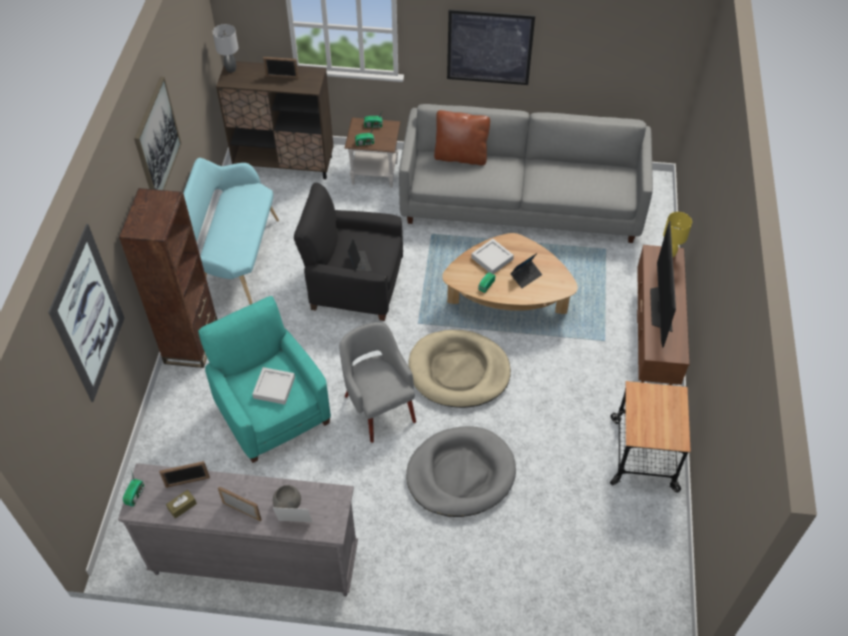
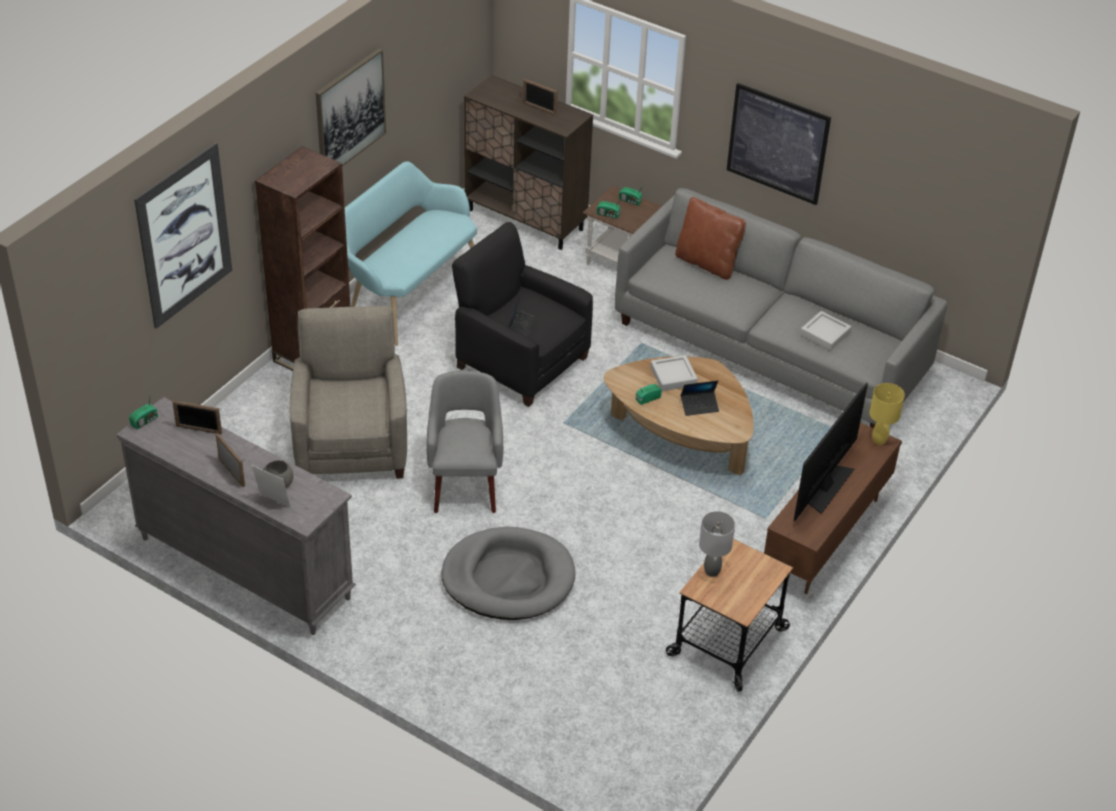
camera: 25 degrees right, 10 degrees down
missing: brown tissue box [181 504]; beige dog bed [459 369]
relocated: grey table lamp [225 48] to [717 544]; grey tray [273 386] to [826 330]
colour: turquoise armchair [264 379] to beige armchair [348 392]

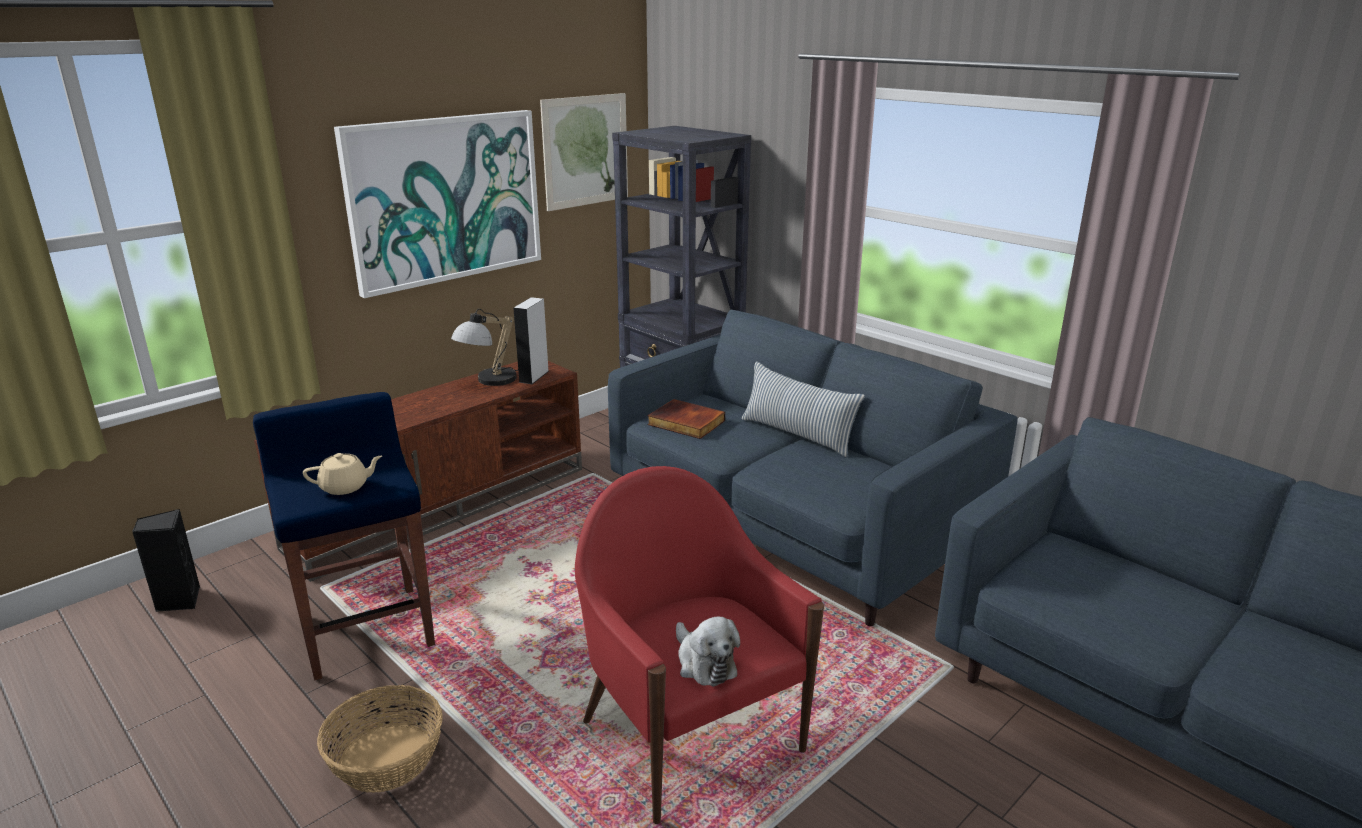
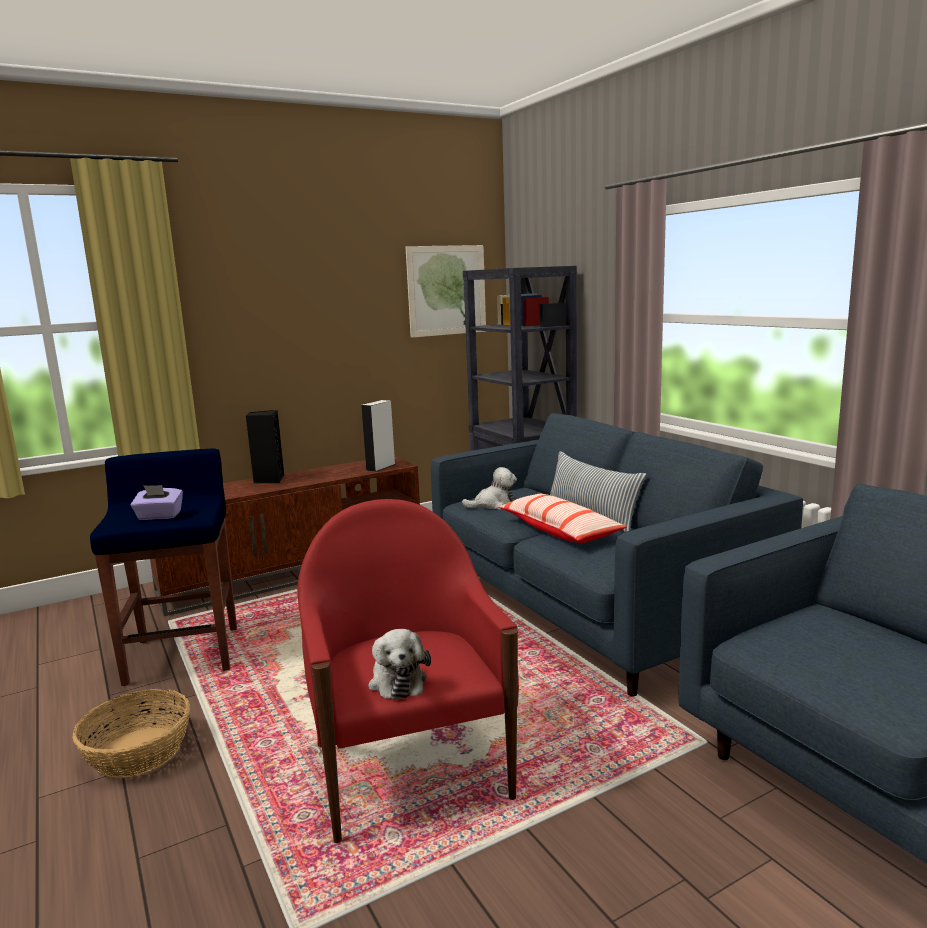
camera: 15 degrees right, 10 degrees down
missing: picture [437 204]; table lamp [484 347]
appeared: pillow [562 518]
relocated: black speaker [166 560] to [265 446]
exchanged: beige teapot [342 474] to purple tissue box [157 502]; book [686 419] to plush toy [489 488]

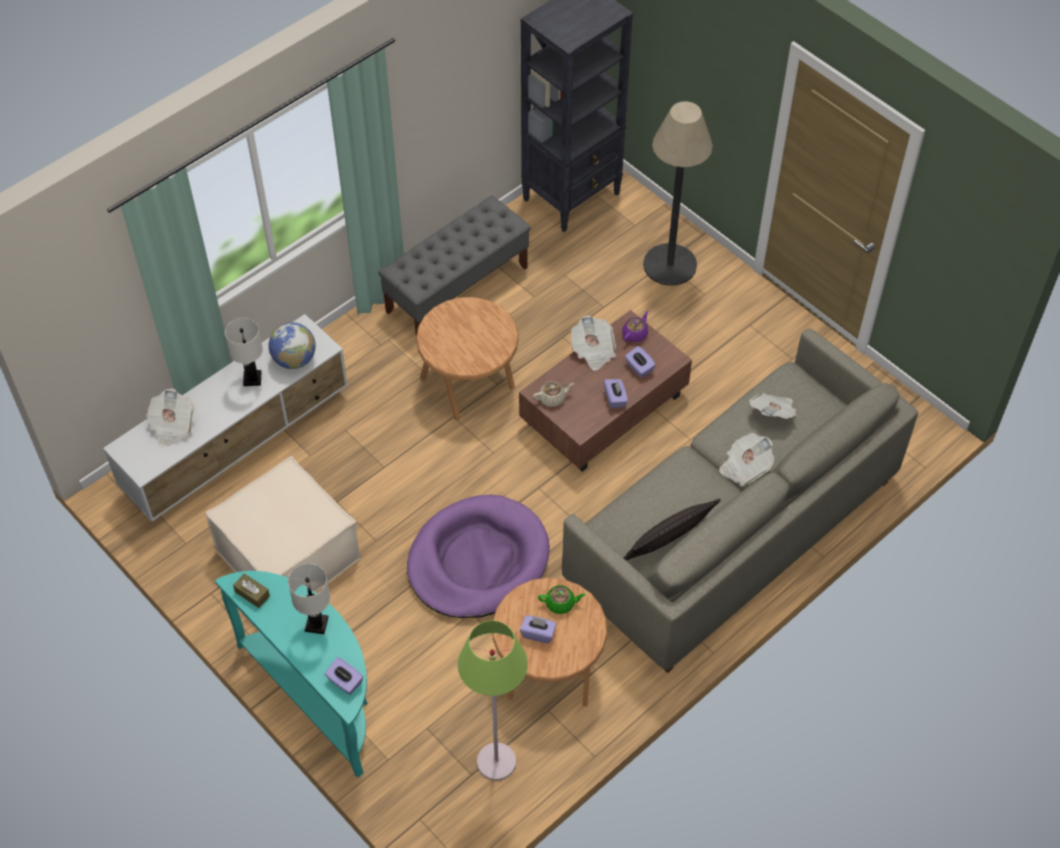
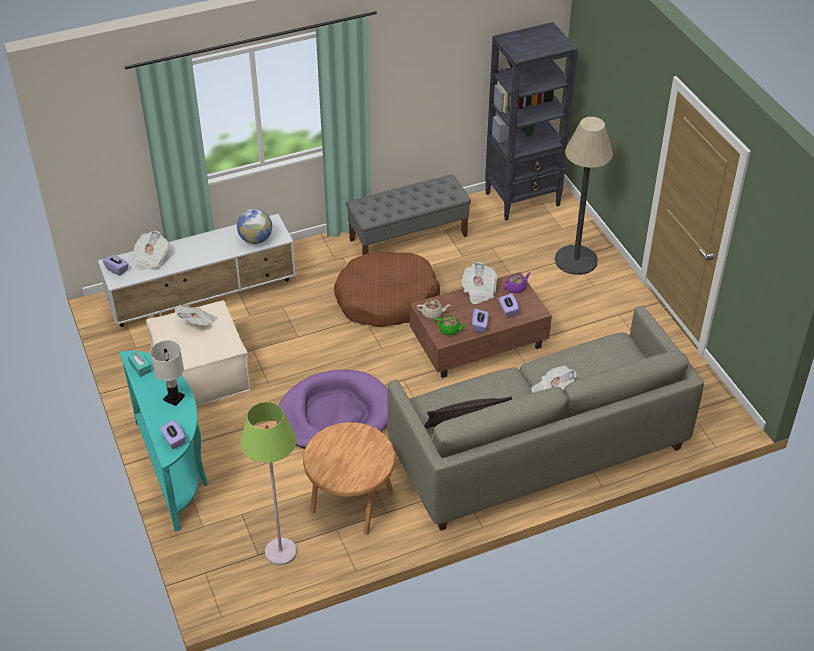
camera: 20 degrees right, 10 degrees down
missing: white table lamp [244 352]
relocated: purple tissue box [538 629] to [116 264]; newspaper [773 406] to [196 316]; green teapot [562 599] to [450 325]
exchanged: brown side table [467 359] to brown dog bed [387 289]
colour: brown tissue box [251 590] to turquoise tissue box [140 363]

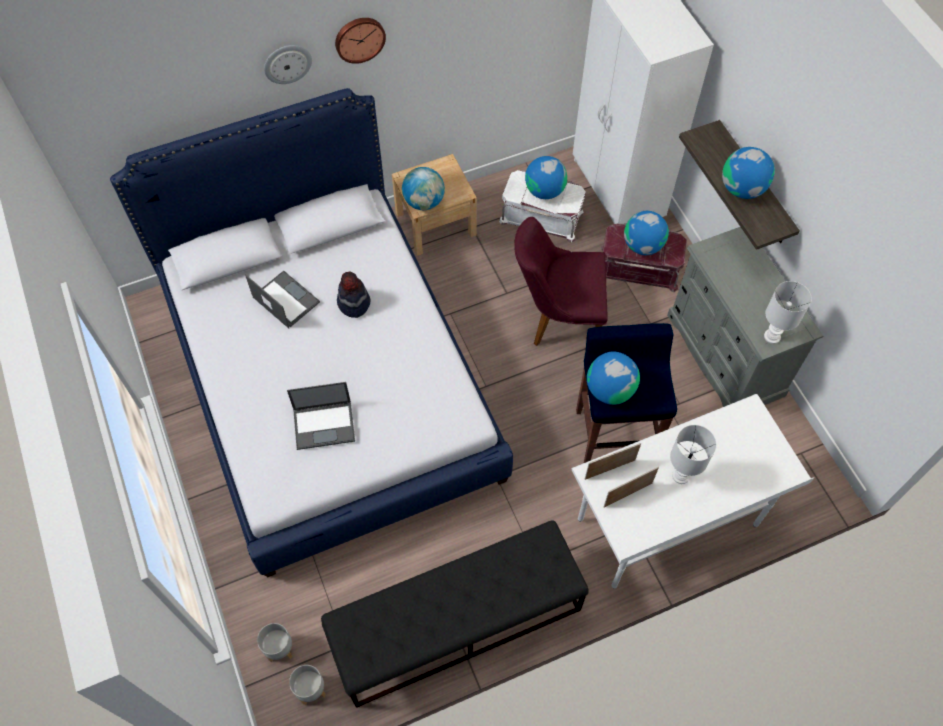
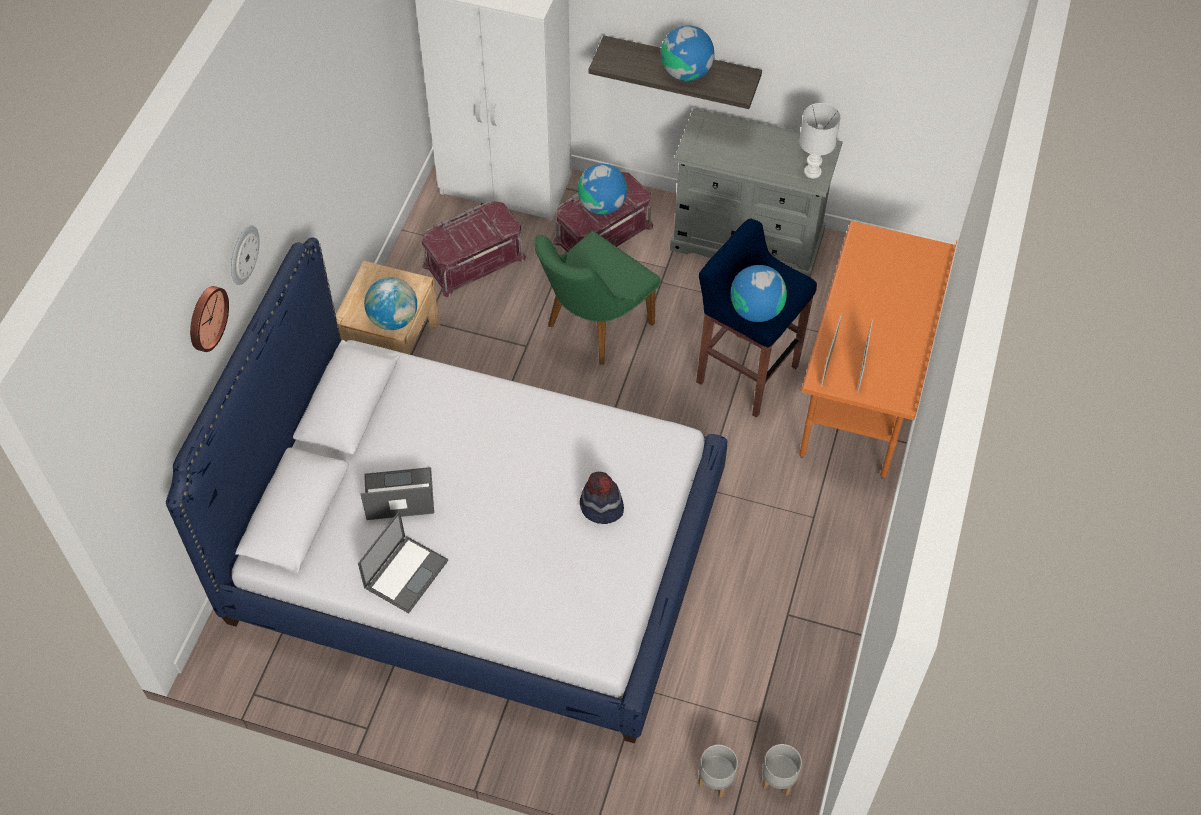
camera: 50 degrees left, 5 degrees down
missing: black bench [455 614]; globe [546 177]; white table lamp [693 454]
relocated: wall clock [360 41] to [209 319]; laptop [321 416] to [403 562]; hat [354 295] to [602 498]
colour: white storage box [542 206] to red storage box [474 249]; purple chair [561 281] to green chair [597 298]; white desk [693 491] to orange desk [878 350]

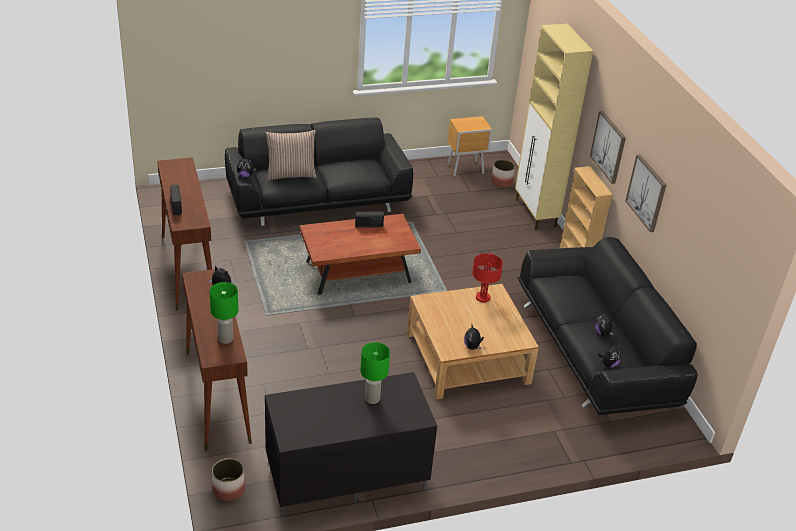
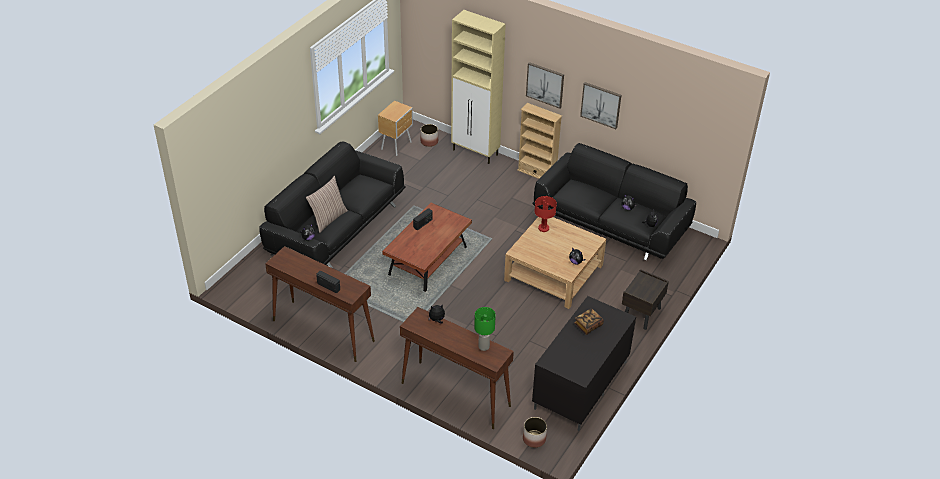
camera: 40 degrees left, 5 degrees up
appeared: brown nightstand [645 299]
exchanged: green table lamp [375 373] to book [589 321]

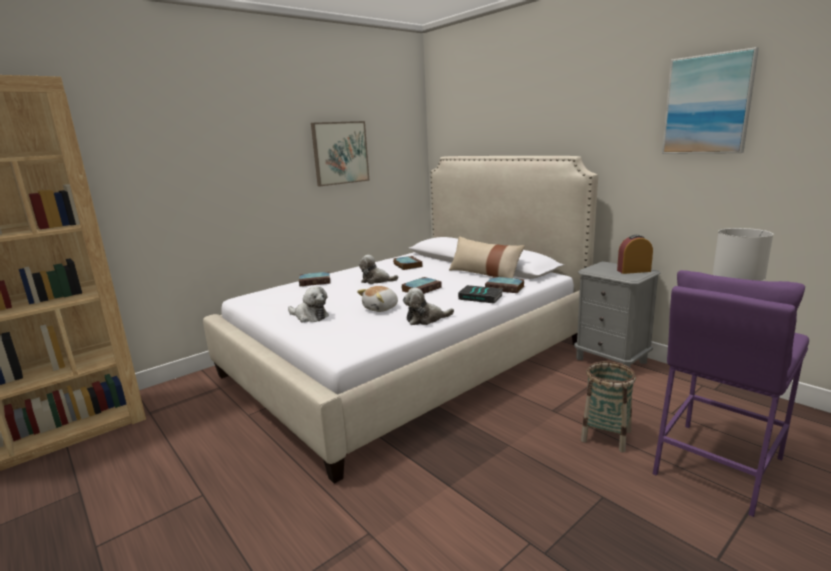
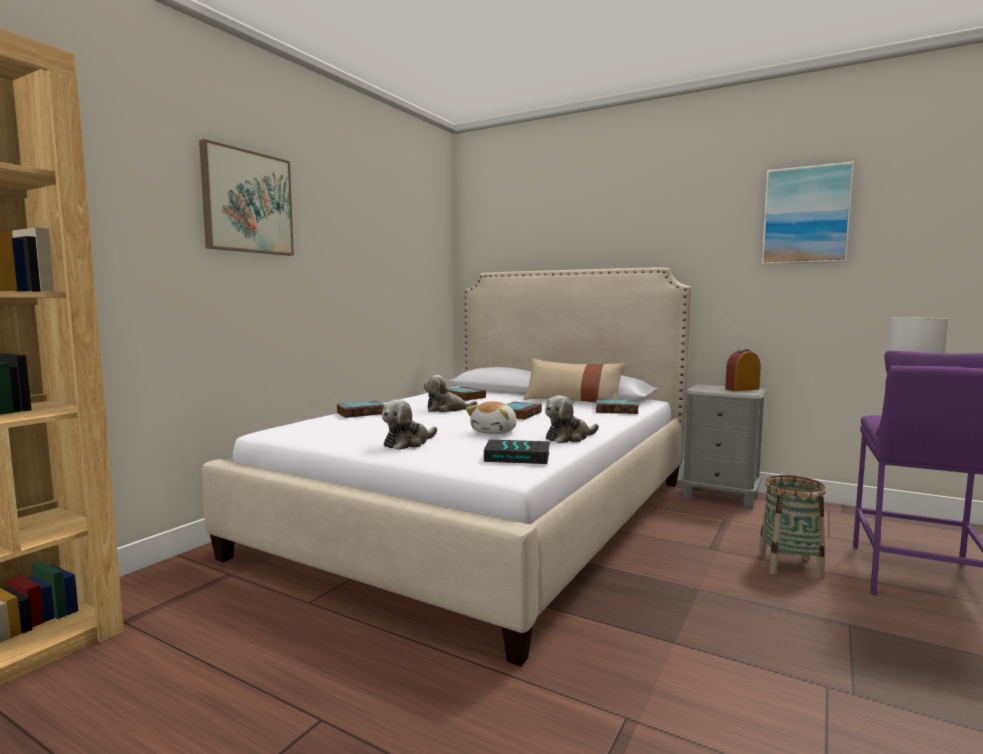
camera: 20 degrees left, 10 degrees down
relocated: picture [340 153] to [246 197]; book [480 294] to [517 451]
spun: plush toy [308 304] = [409 424] 120 degrees clockwise

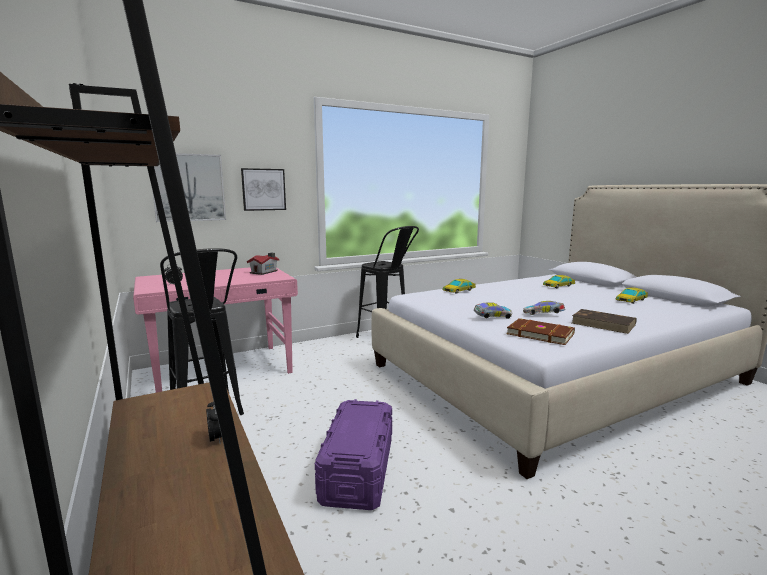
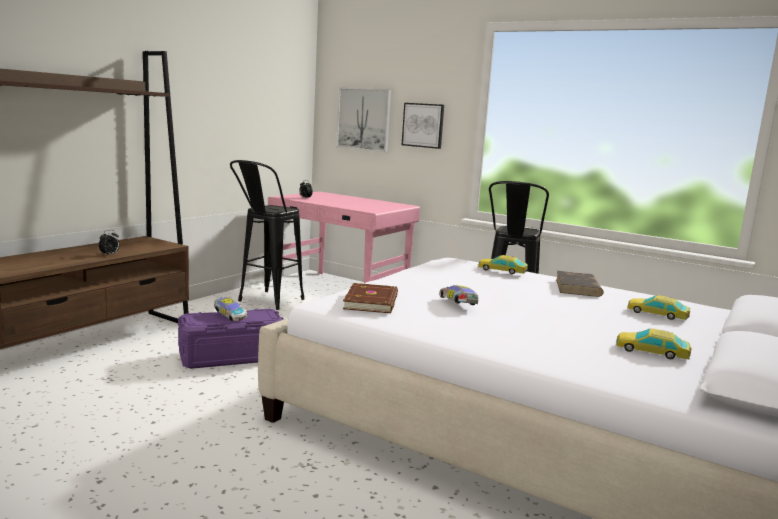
camera: 60 degrees right, 0 degrees up
missing: toy house [263 264]
relocated: toy car [492 310] to [230 309]; brown book [604 321] to [580 284]

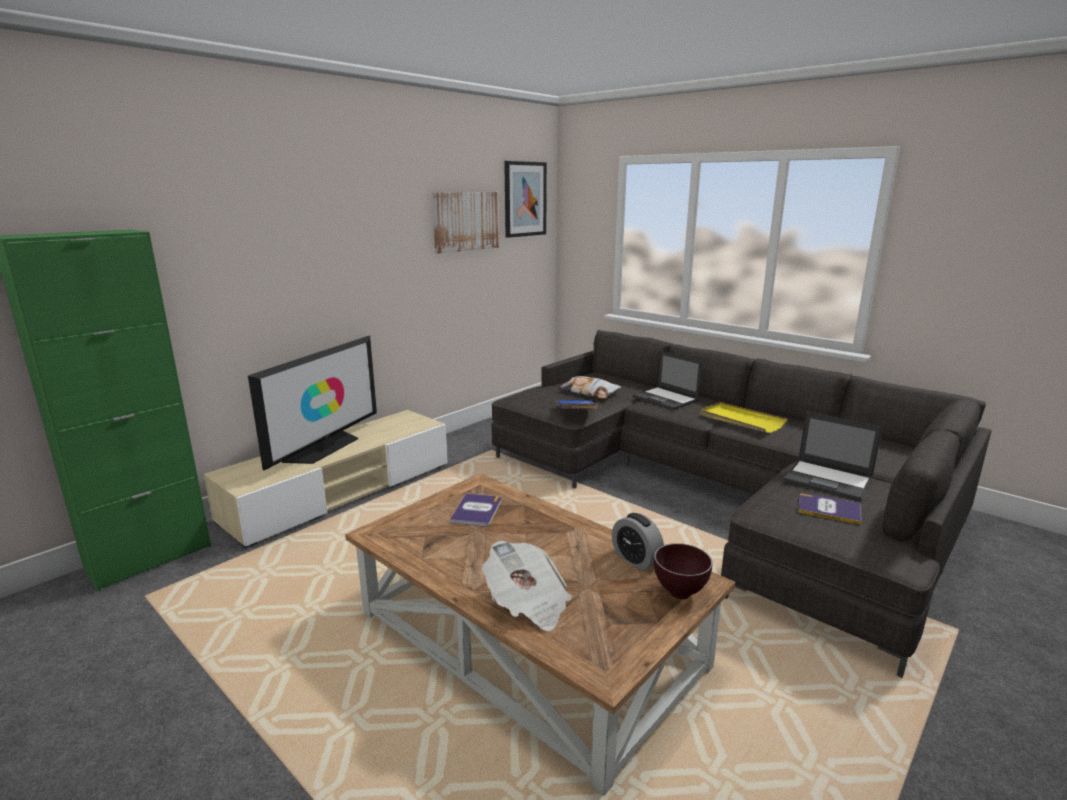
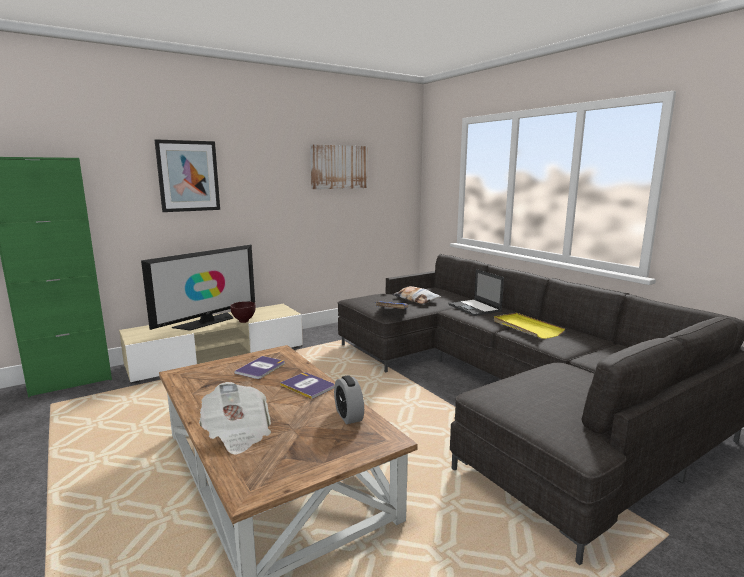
camera: 15 degrees right, 5 degrees down
missing: laptop [833 456]
relocated: picture [525 199] to [187 175]; brown bowl [683 571] to [243 312]; book [830 509] to [307 386]

